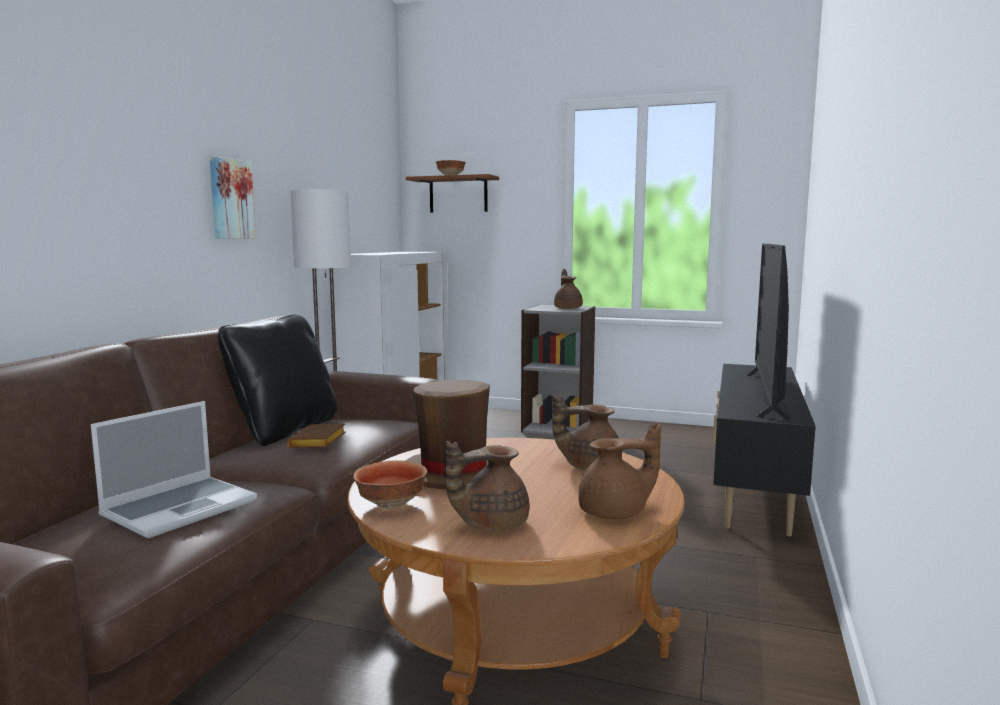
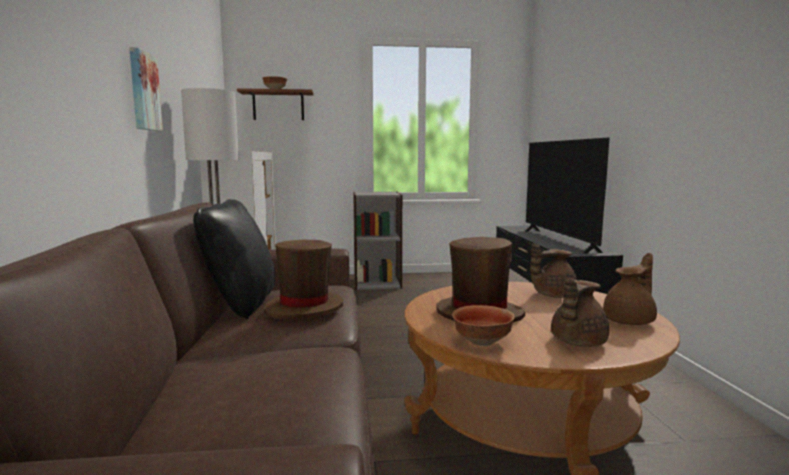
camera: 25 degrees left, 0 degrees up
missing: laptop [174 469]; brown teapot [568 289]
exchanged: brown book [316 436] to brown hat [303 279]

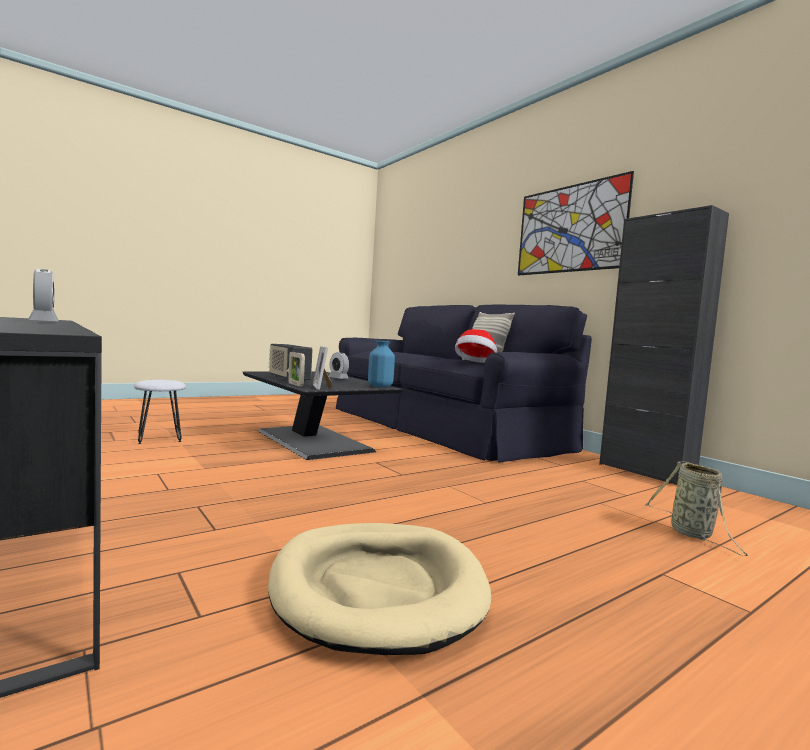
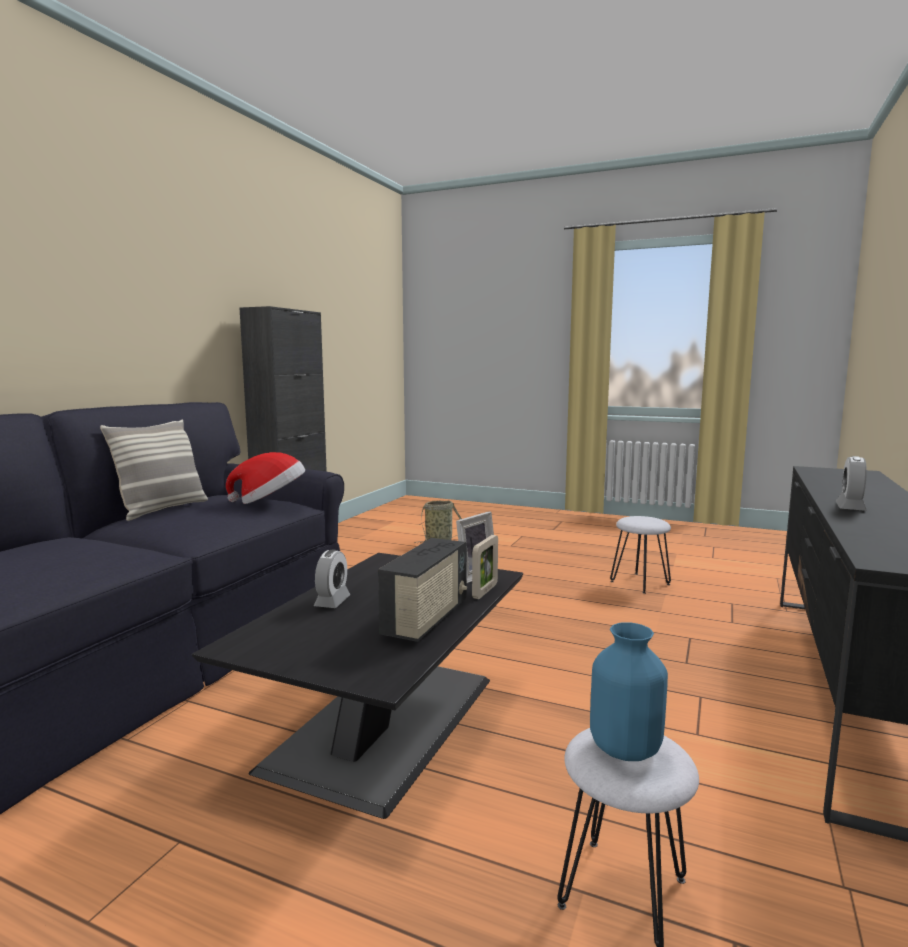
camera: 120 degrees left, 5 degrees up
missing: picture [576 223]
relocated: blue vase [381 364] to [629 691]
exchanged: beige dog bed [379 589] to white stool [640 555]

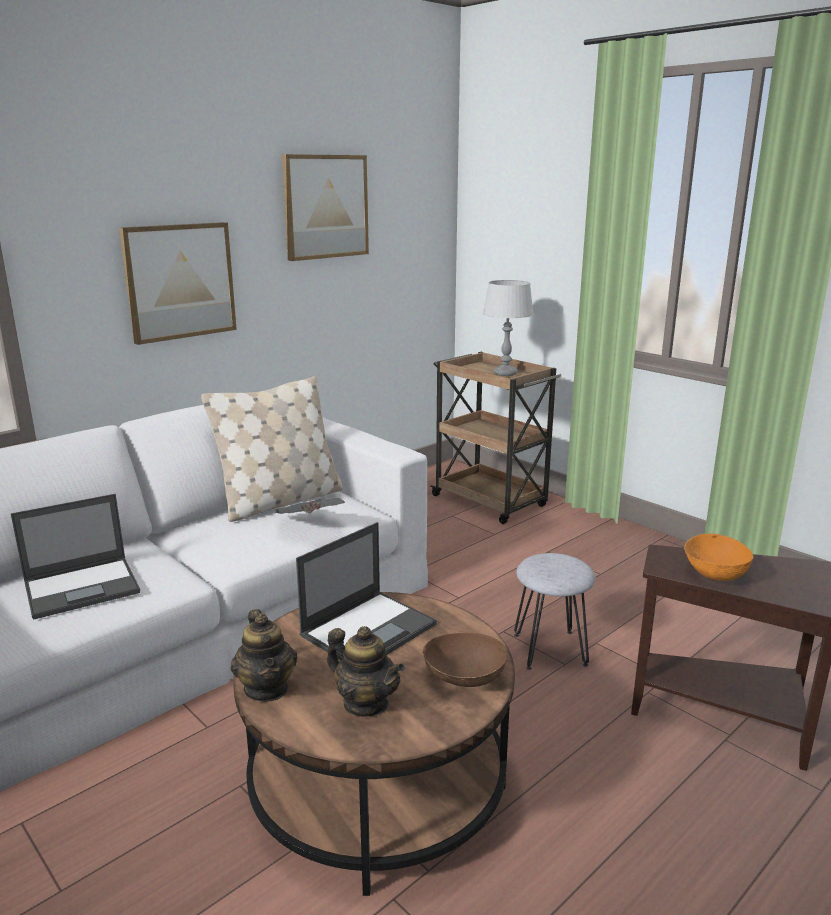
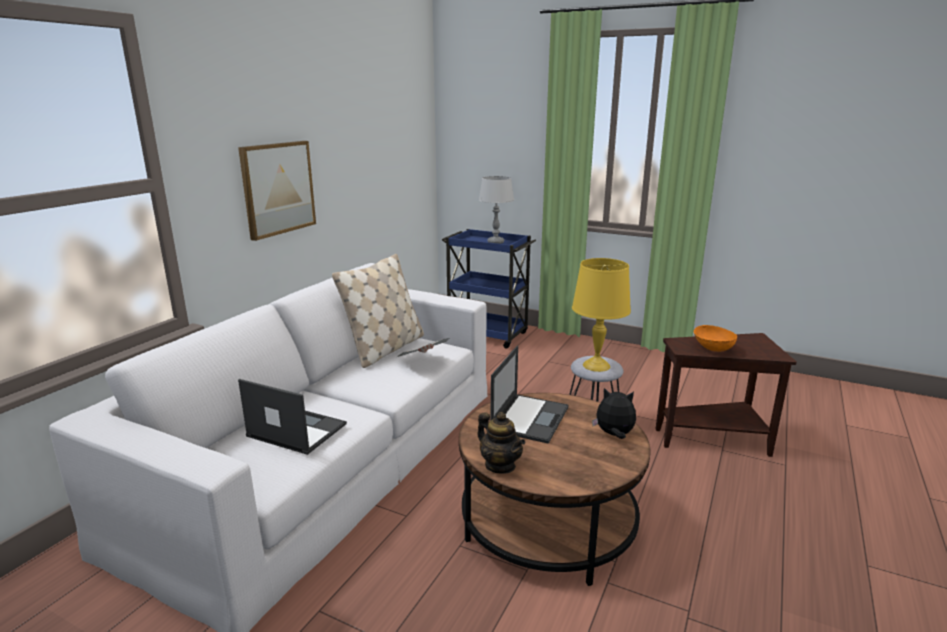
camera: 20 degrees left, 0 degrees up
missing: picture [325 207]; teapot [365 671]
appeared: yellow table lamp [601 315]
exchanged: brown bowl [465 660] to plush toy [614 413]
colour: brown cart [495 438] to blue cart [489 289]
spun: laptop [75 557] = [292 417] 105 degrees counterclockwise

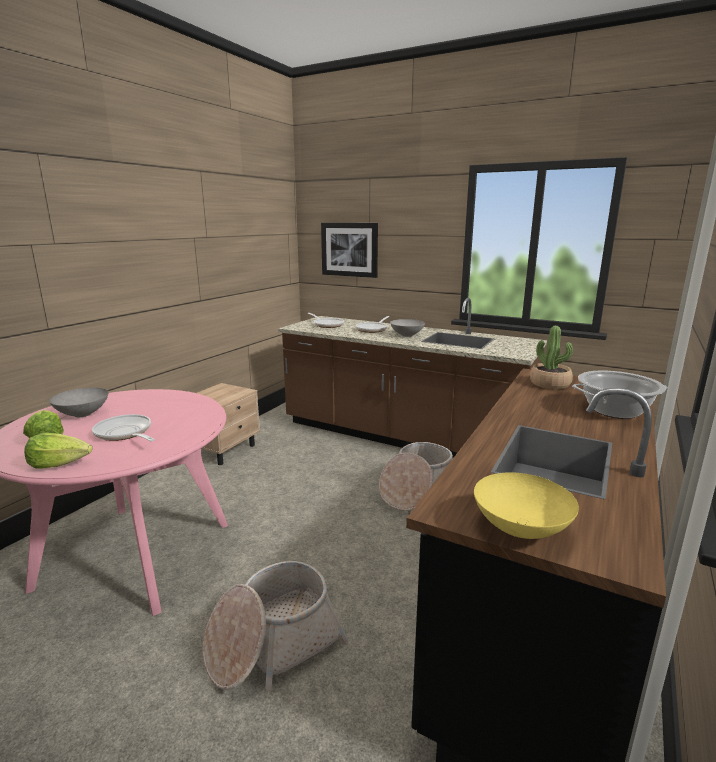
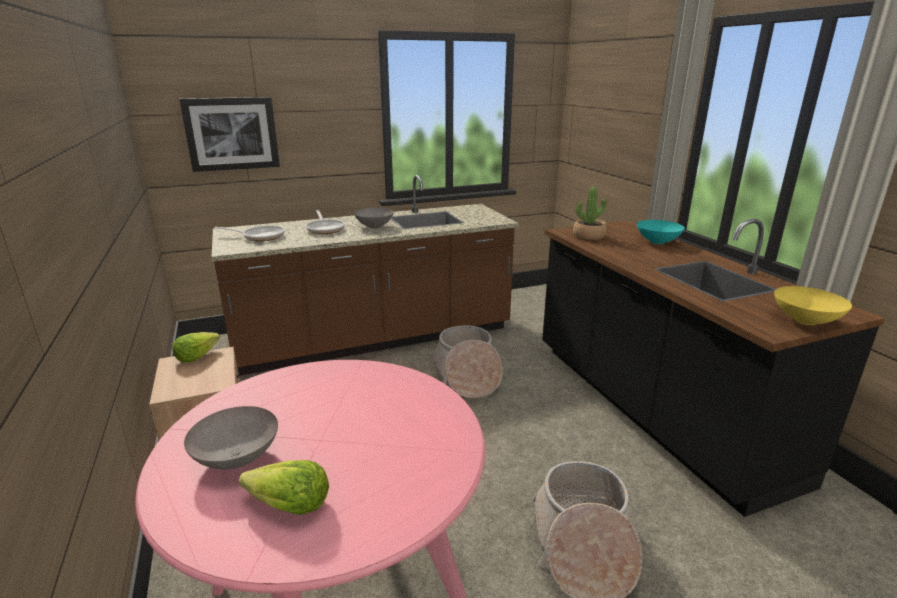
camera: 50 degrees left, 5 degrees up
missing: frying pan [123 428]
relocated: lettuce [58 451] to [196 347]
exchanged: cooking pot [619 395] to turquoise bowl [661 232]

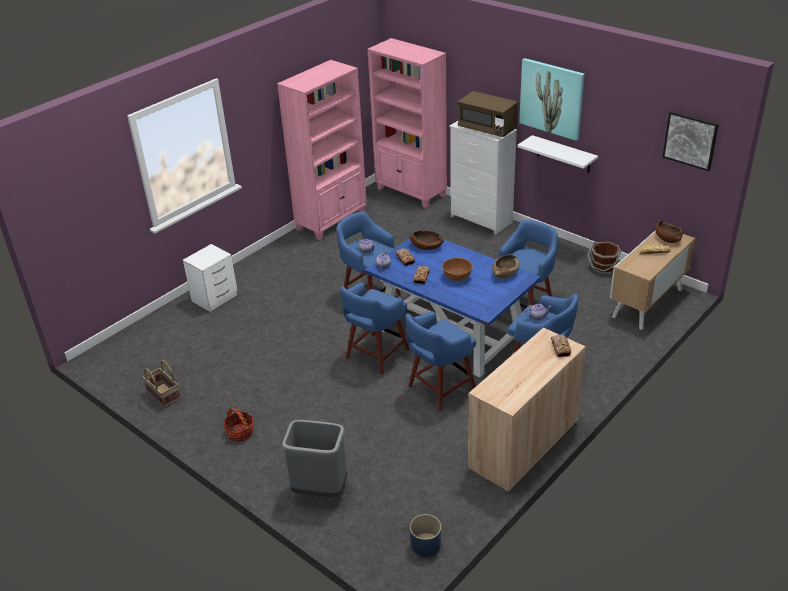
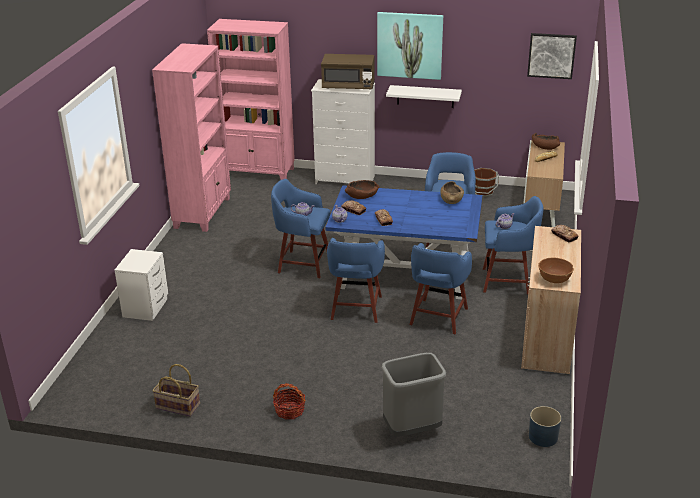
camera: 30 degrees left, 5 degrees down
relocated: brown bowl [457 269] to [556 270]

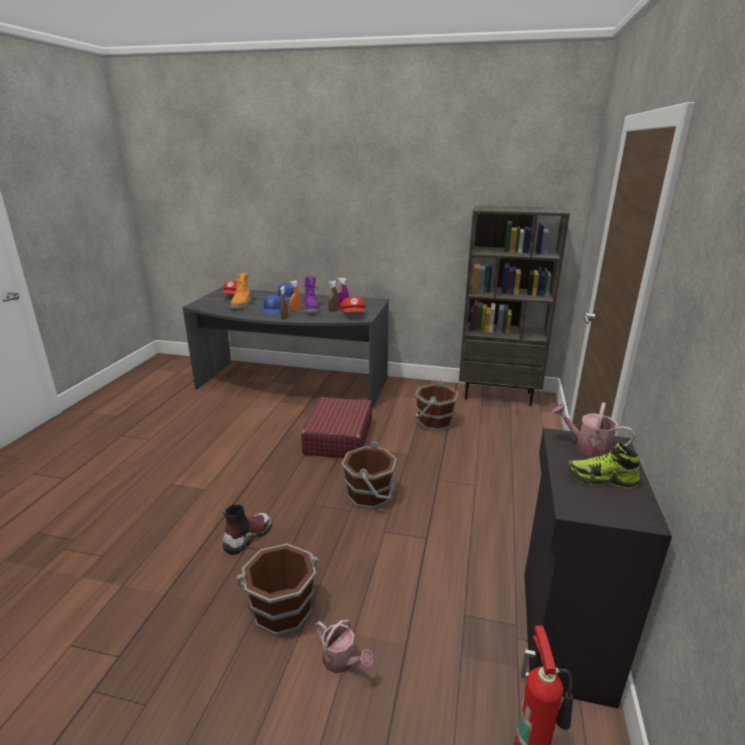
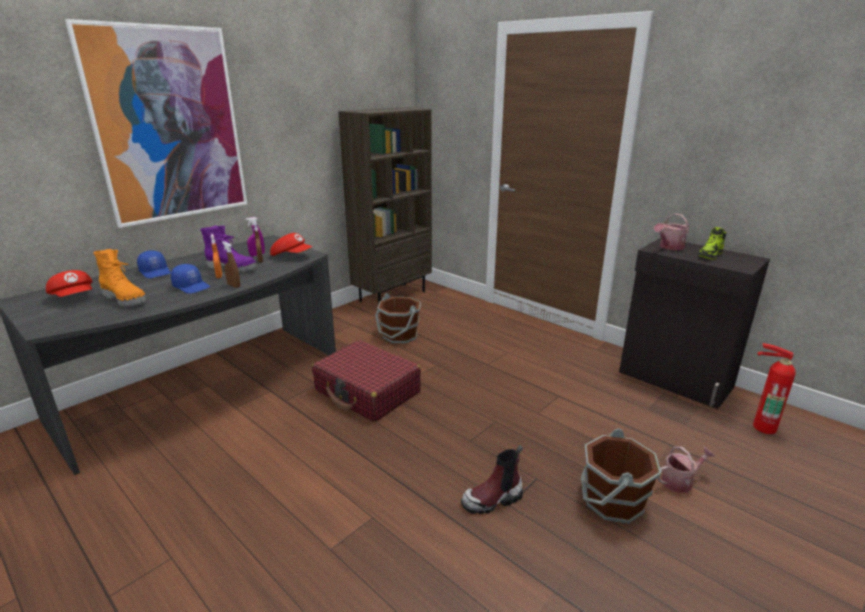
camera: 60 degrees left, 0 degrees up
missing: brown bucket [369 475]
appeared: picture [156 123]
spun: boot [247 529] = [492 479] 90 degrees counterclockwise

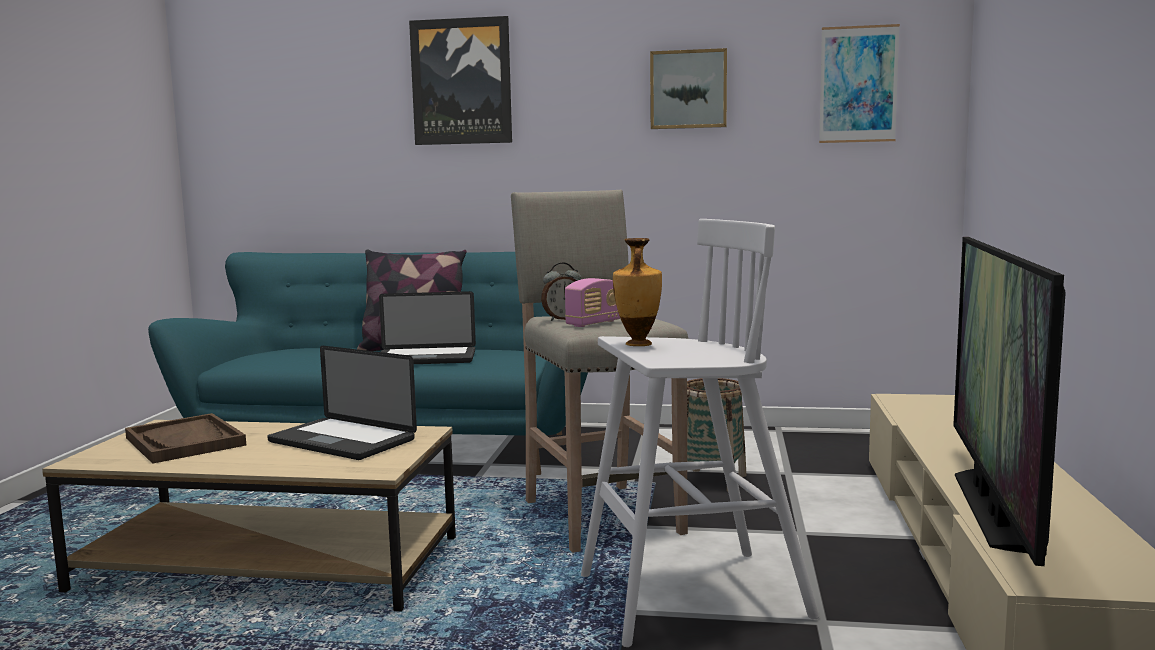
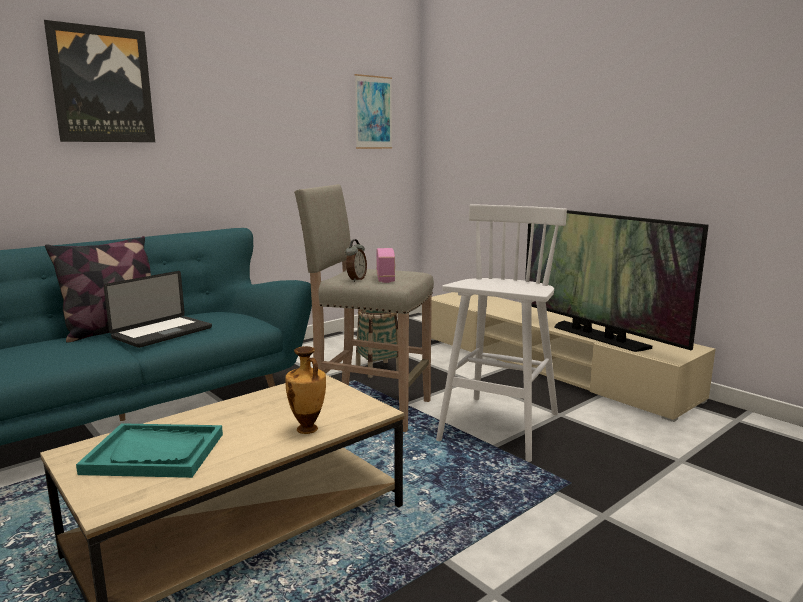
camera: 50 degrees left, 5 degrees up
missing: laptop [342 403]; picture [688 88]
relocated: vase [637 292] to [305 390]
colour: brown tray [185 438] to turquoise tray [149 450]

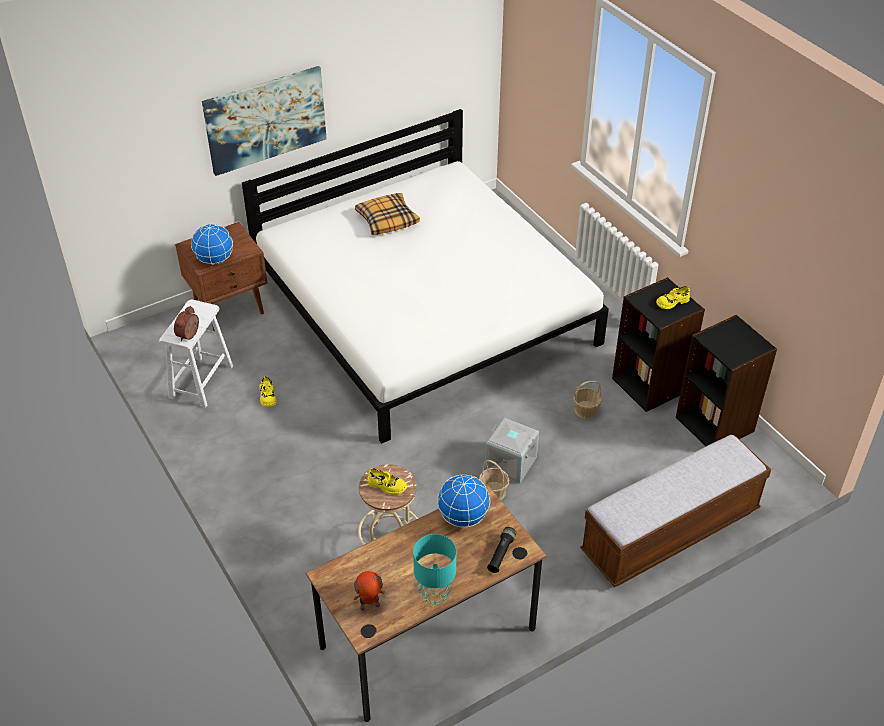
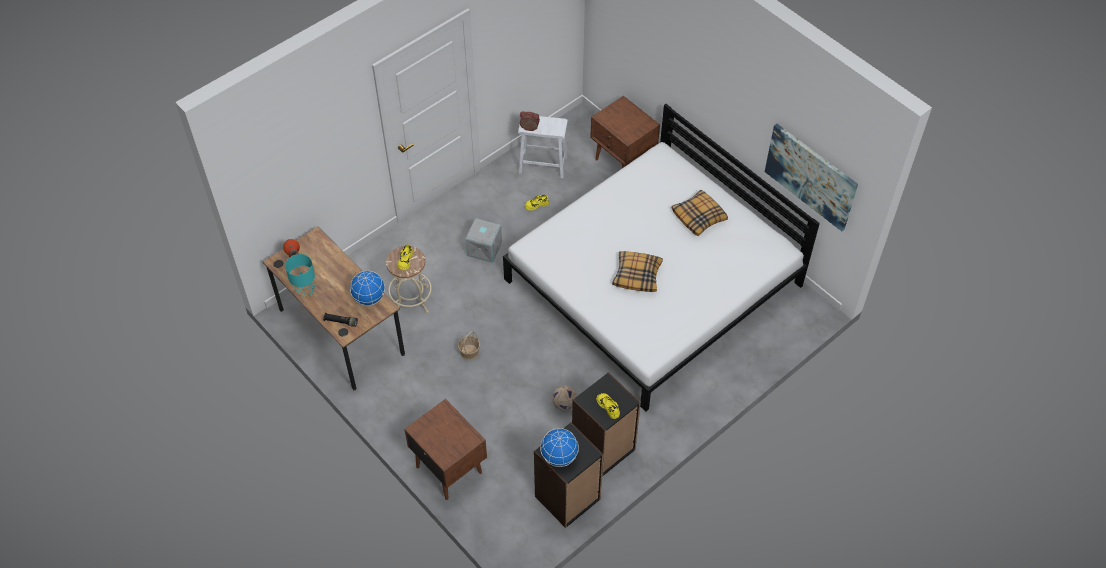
camera: 80 degrees right, 10 degrees up
appeared: pillow [637 271]
relocated: grey storage box [512 450] to [483 240]; globe [212 244] to [559 447]; picture [264 121] to [811 177]
exchanged: bench [675 511] to brown nightstand [445 449]; basket [587 400] to football [564 398]

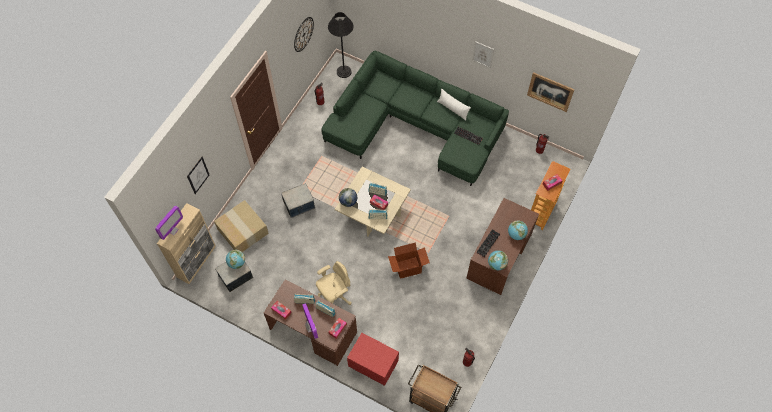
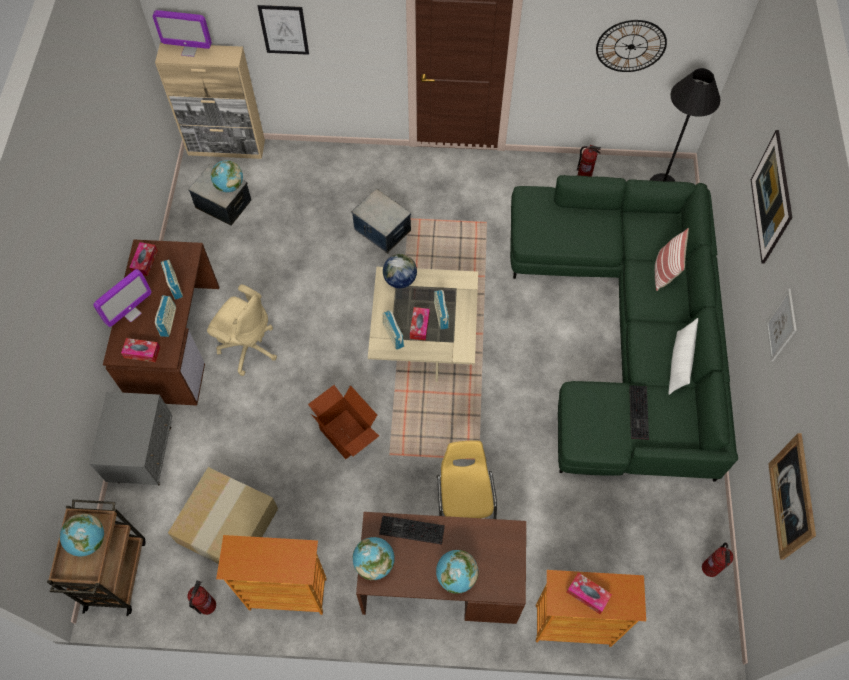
camera: 65 degrees right, 0 degrees up
appeared: globe [82 535]; bookcase [271 575]; yellow chair [467 480]; pillow [672 259]; picture [771 197]
relocated: cardboard box [241 226] to [223 515]
colour: red nightstand [373 359] to grey nightstand [131 438]

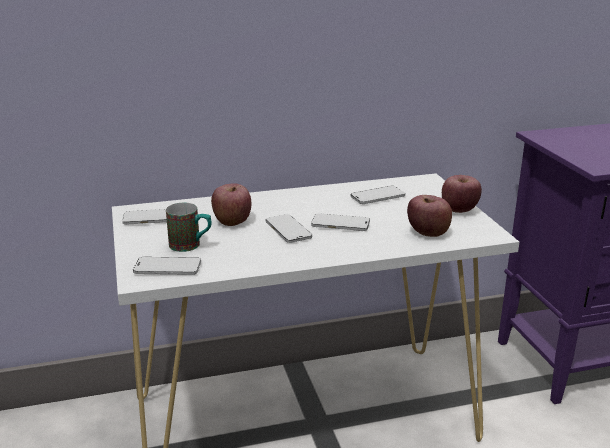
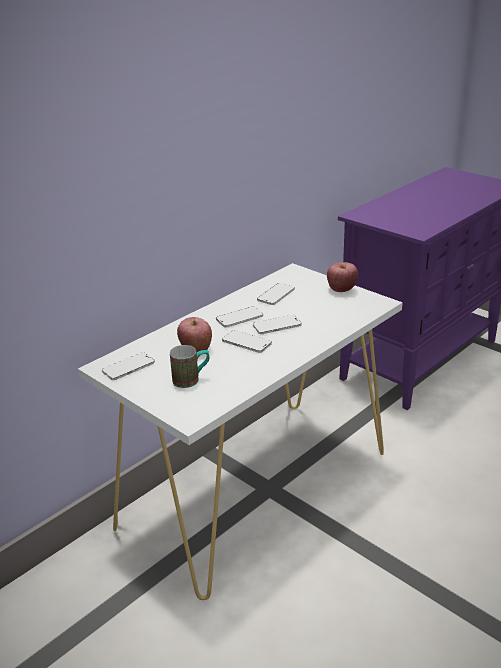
camera: 30 degrees left, 5 degrees up
missing: apple [429 216]
relocated: phone [167 266] to [239 316]

